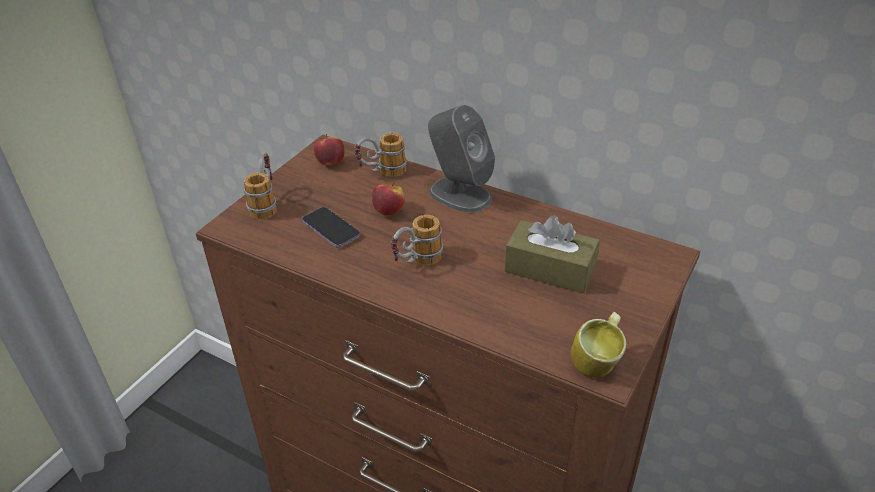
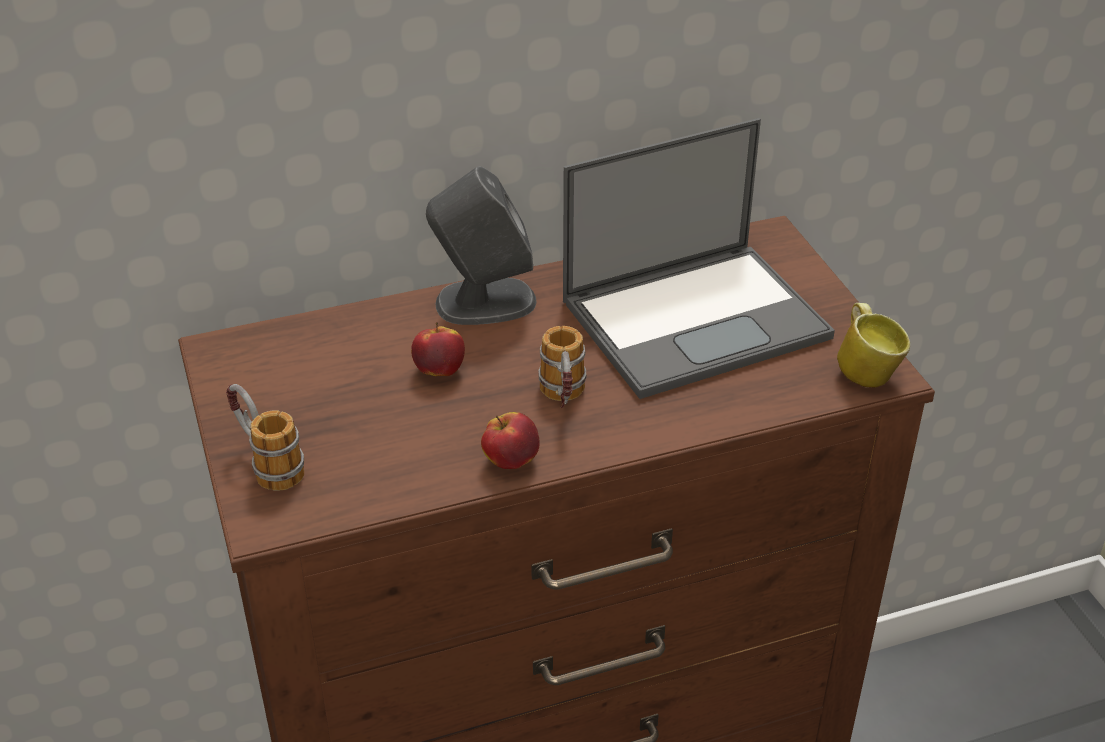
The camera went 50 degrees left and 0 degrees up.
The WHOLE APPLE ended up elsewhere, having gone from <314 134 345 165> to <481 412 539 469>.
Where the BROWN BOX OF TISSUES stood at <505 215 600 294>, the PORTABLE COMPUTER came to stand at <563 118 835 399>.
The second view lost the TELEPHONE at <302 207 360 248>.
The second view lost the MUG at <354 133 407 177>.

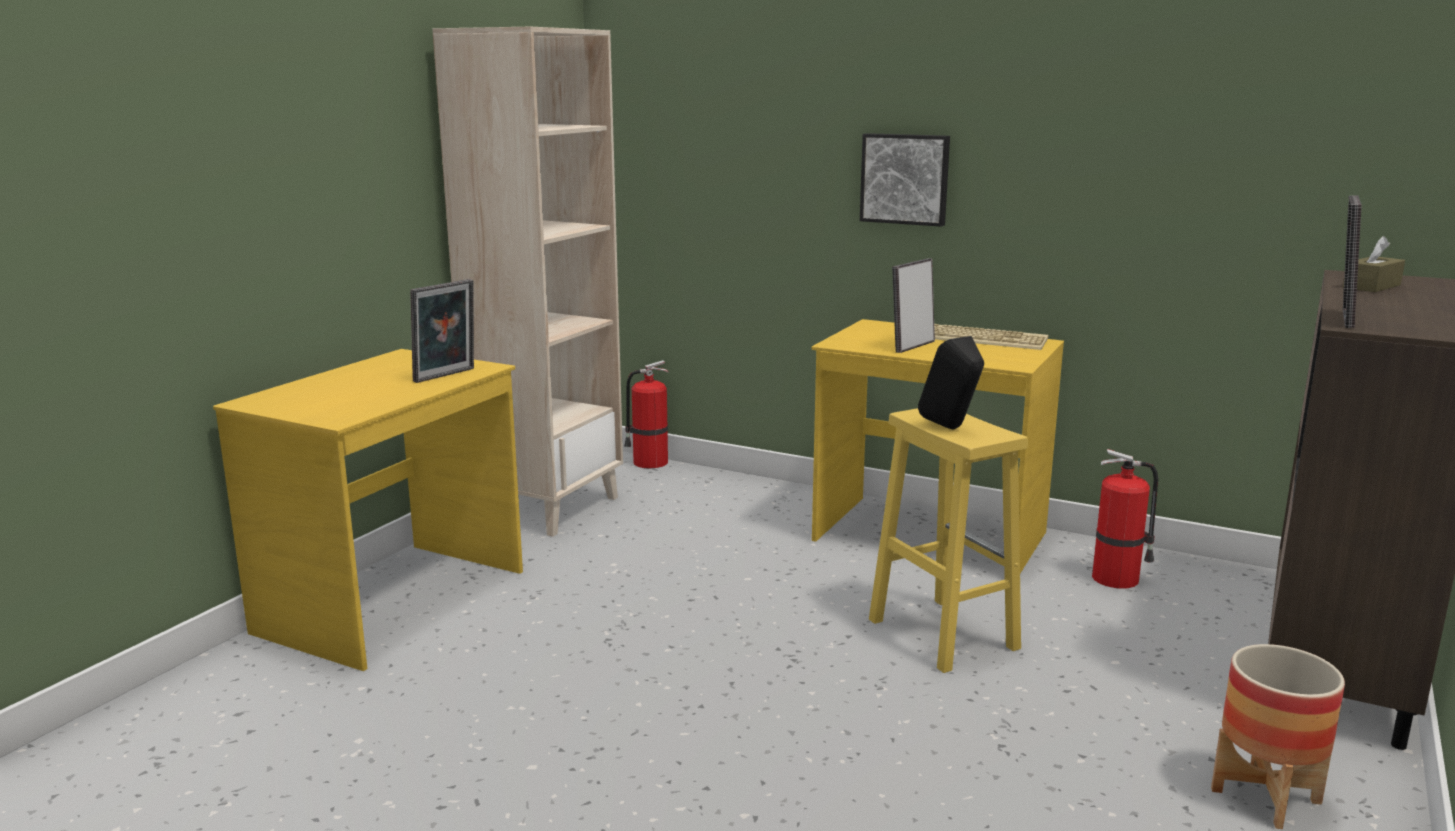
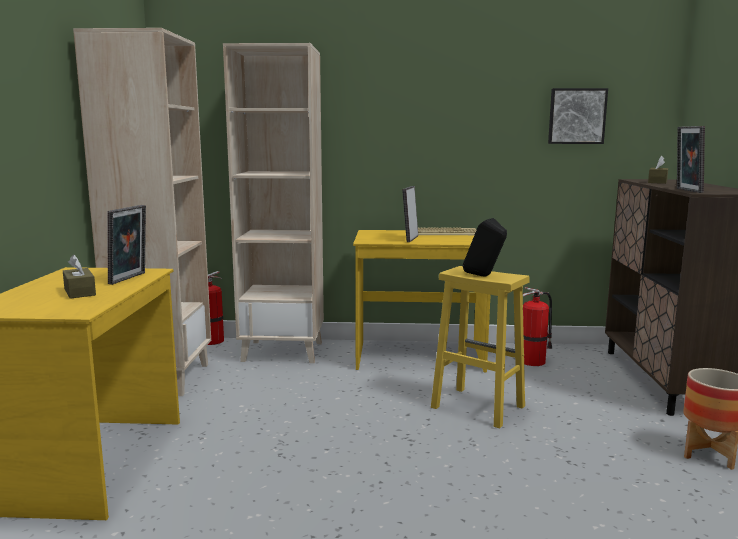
The camera went 25 degrees left and 5 degrees down.
The second view gained the BROWN BOX OF TISSUES at <63 255 96 299>.
The second view gained the BEIGE-COLOURED BOOKSHELF at <223 43 324 363>.
The WALL PICTURE ended up elsewhere, having gone from <860 133 950 227> to <548 88 608 144>.

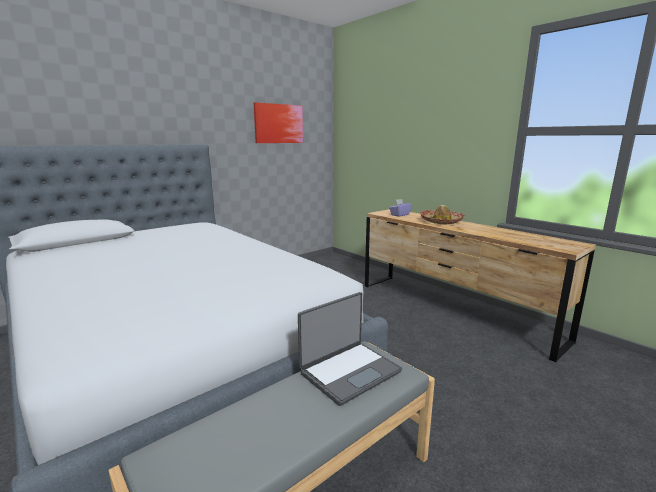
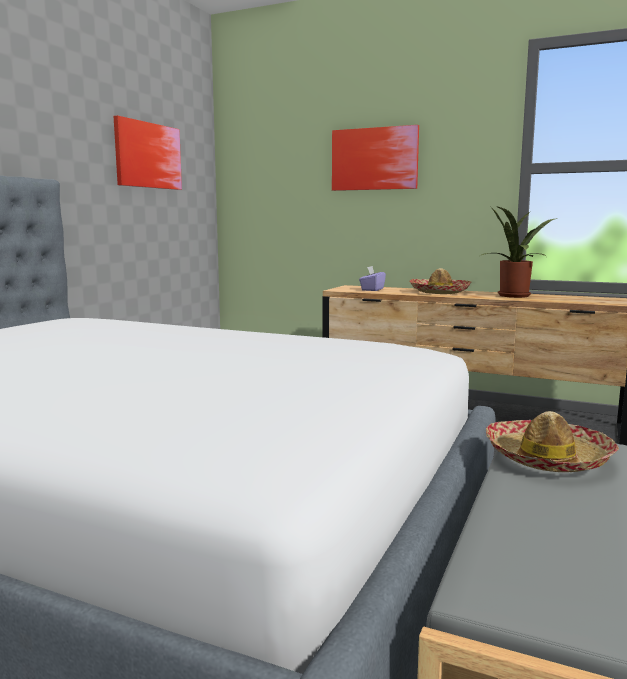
The camera went 25 degrees left and 5 degrees down.
The second view gained the WALL PICTURE at <332 125 419 191>.
The second view gained the HOUSEPLANT at <482 206 558 298>.
Where the PORTABLE COMPUTER stood at <298 292 402 406>, the WEARABLE HAT came to stand at <486 411 619 472>.

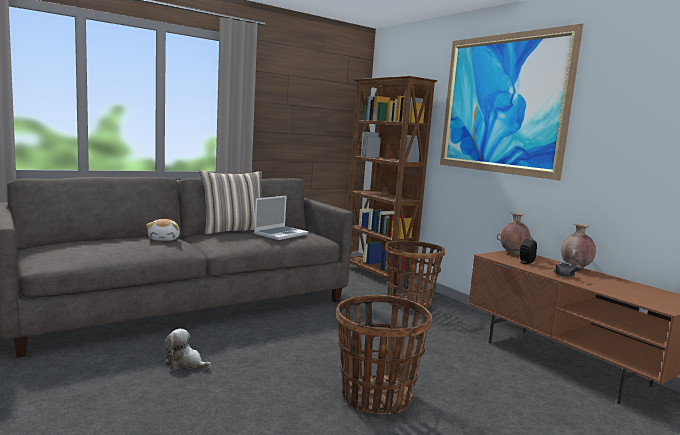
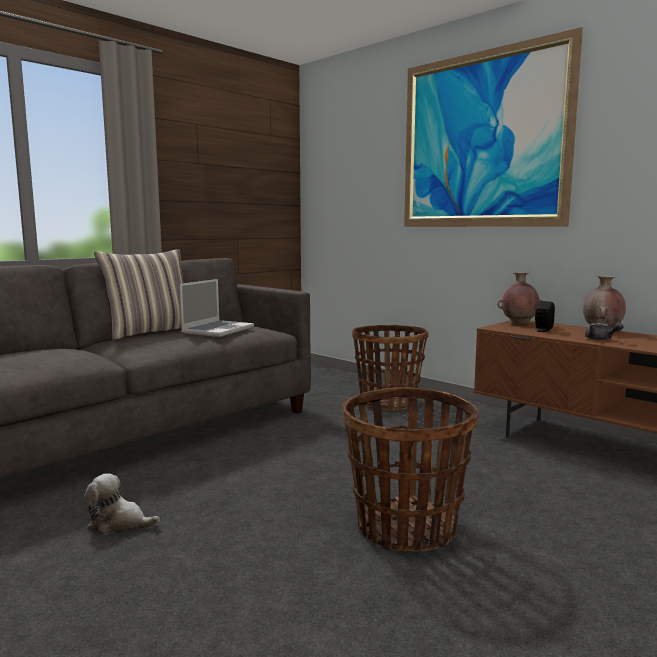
The camera went 10 degrees left and 0 degrees up.
The second view lost the SOFT TOY at <146 219 180 241>.
The second view lost the BROWN BOOKSHELF at <348 76 437 284>.

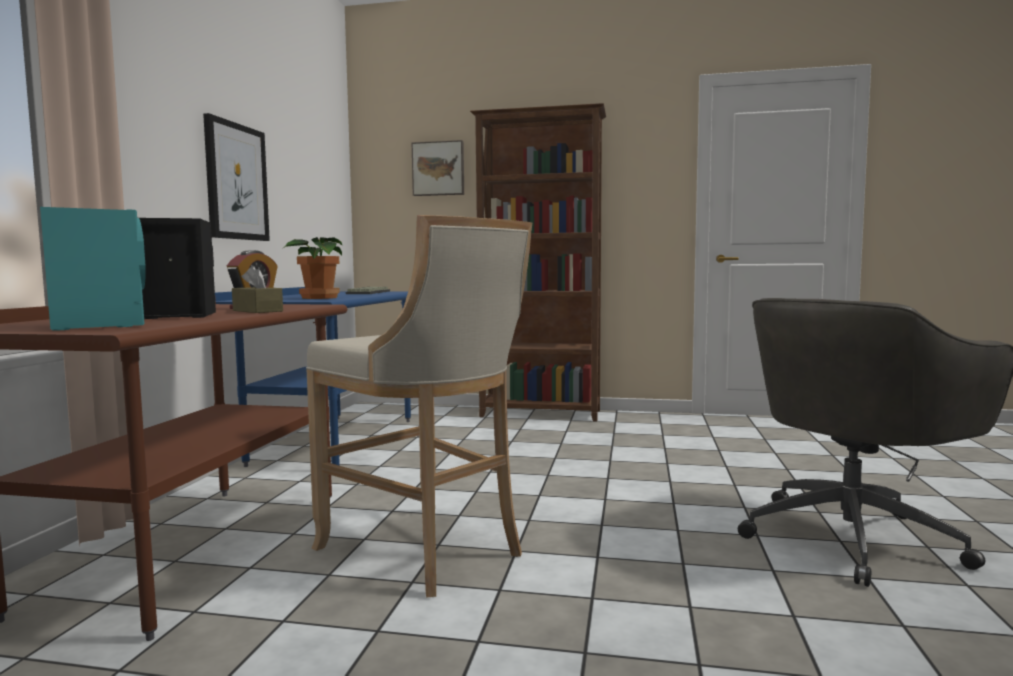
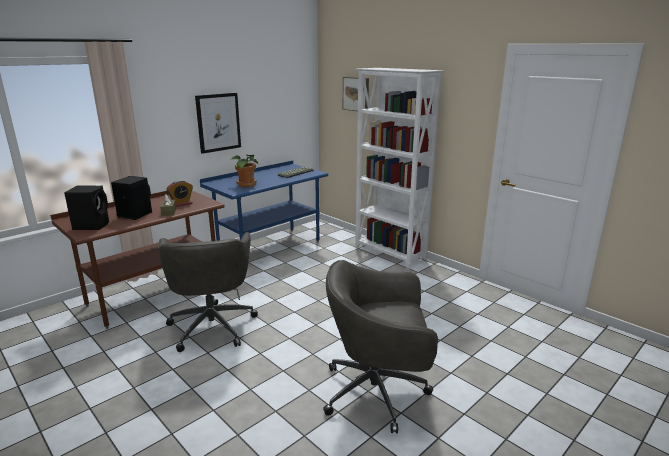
The camera went 35 degrees right and 15 degrees up.
What was the TURQUOISE LOUDSPEAKER at <40 207 146 331> turned into the BLACK LOUDSPEAKER at <64 185 109 230>.
Where the BEIGE-COLOURED STOOL stood at <306 215 532 598>, the GREY OFFICE CHAIR came to stand at <158 232 258 352>.
What was the BROWN BOOKSHELF at <470 103 606 422> turned into the WHITE-COLOURED BOOKSHELF at <355 68 444 269>.

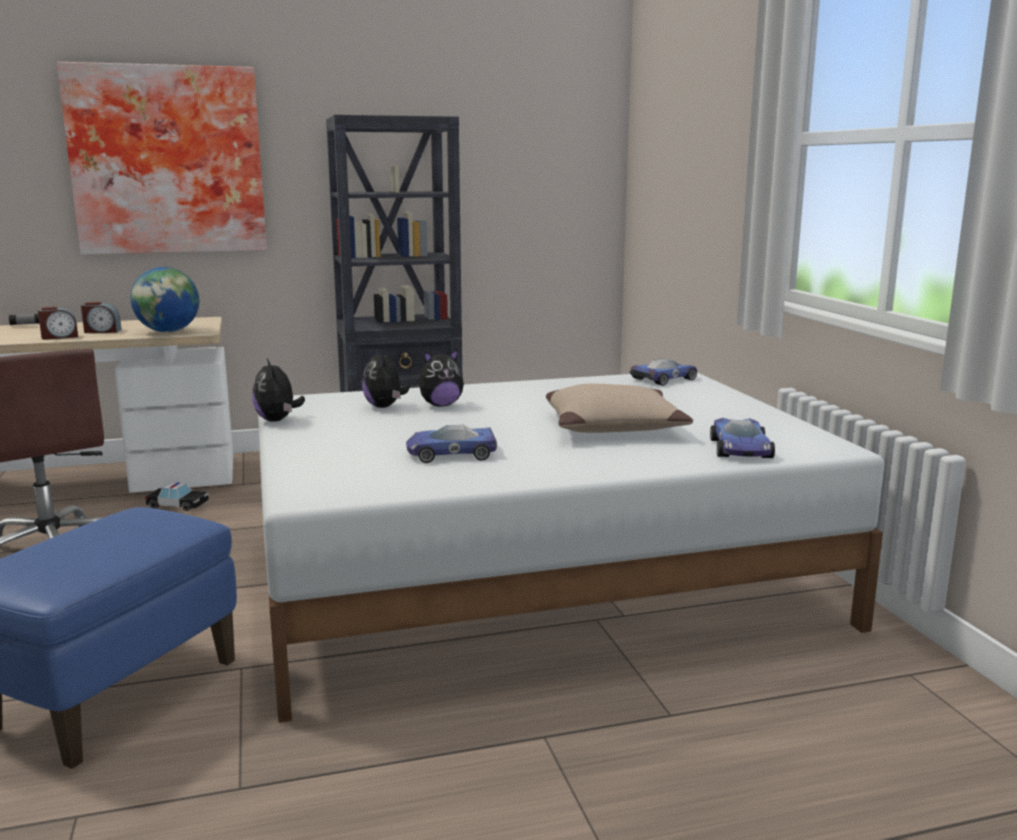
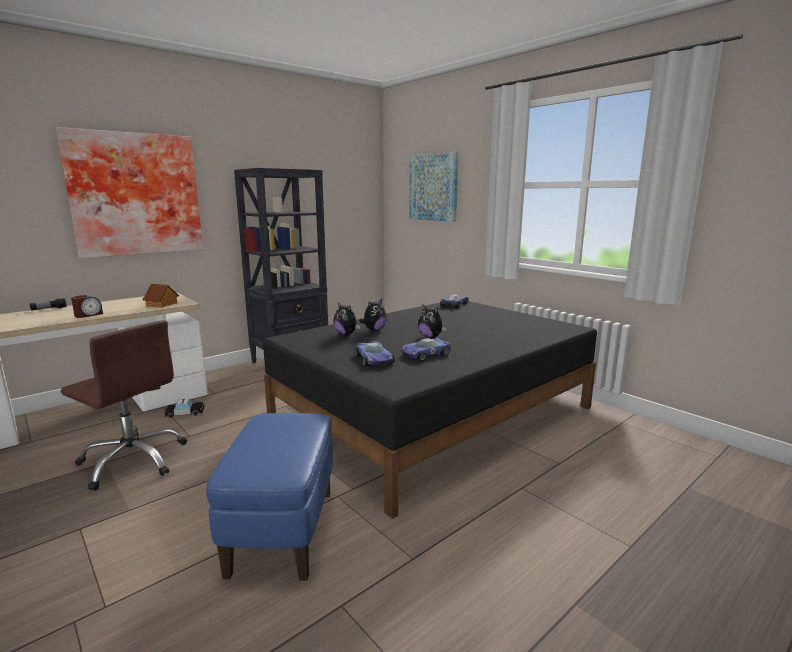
The camera went 25 degrees left and 0 degrees up.
Where the WORLD GLOBE stood at <131 267 199 332>, the MINIATURE HOUSE came to stand at <143 284 179 308>.
What was the WHITE-COLOURED SLEEPING BED at <258 372 884 723> turned into the BLACK SLEEPING BED at <263 301 597 519>.
The TOY CAR ended up elsewhere, having gone from <710 418 775 458> to <355 341 395 366>.
The second view gained the WALL PICTURE at <409 152 458 222>.
The SOFT TOY ended up elsewhere, having gone from <252 359 305 422> to <418 305 447 338>.
The second view lost the TABLE CLOCK at <81 302 121 333>.
The second view lost the BEIGE-COLOURED PILLOW at <546 384 693 433>.

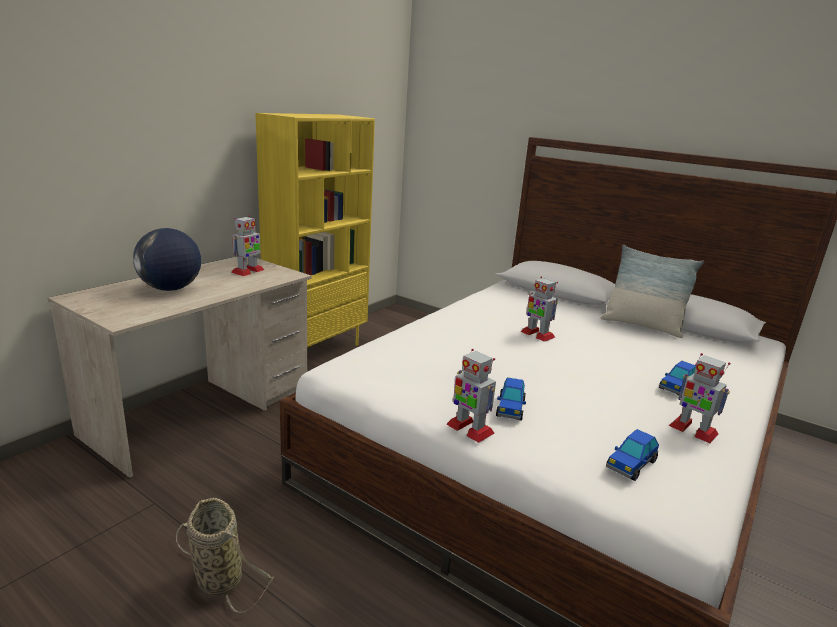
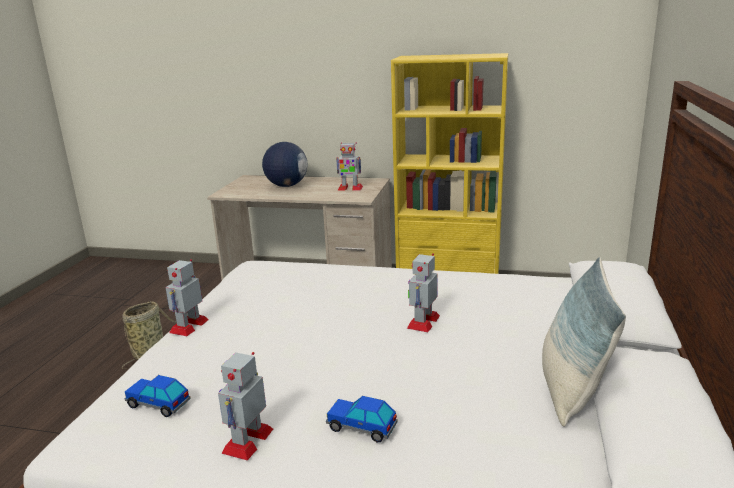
The camera went 70 degrees right and 0 degrees up.
The second view lost the TOY CAR at <496 377 526 421>.

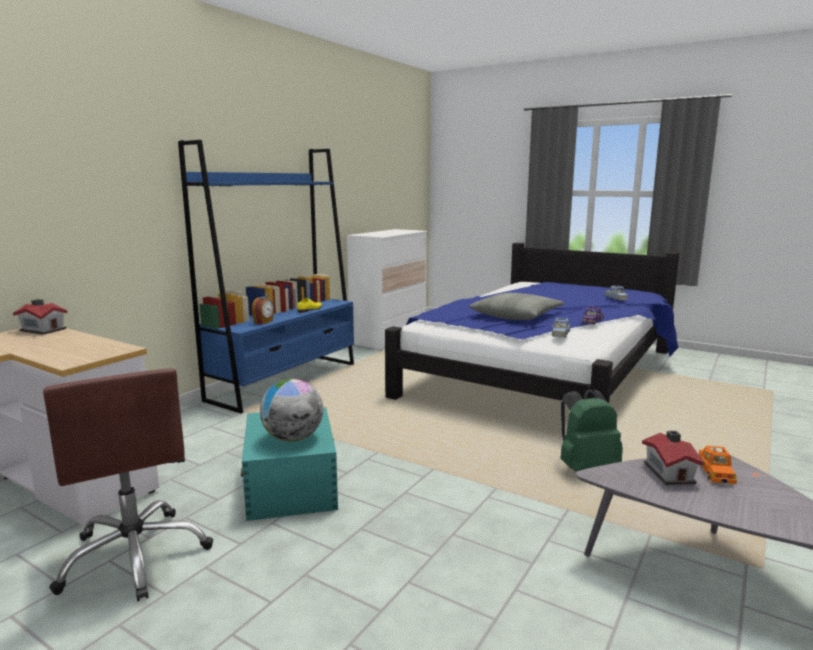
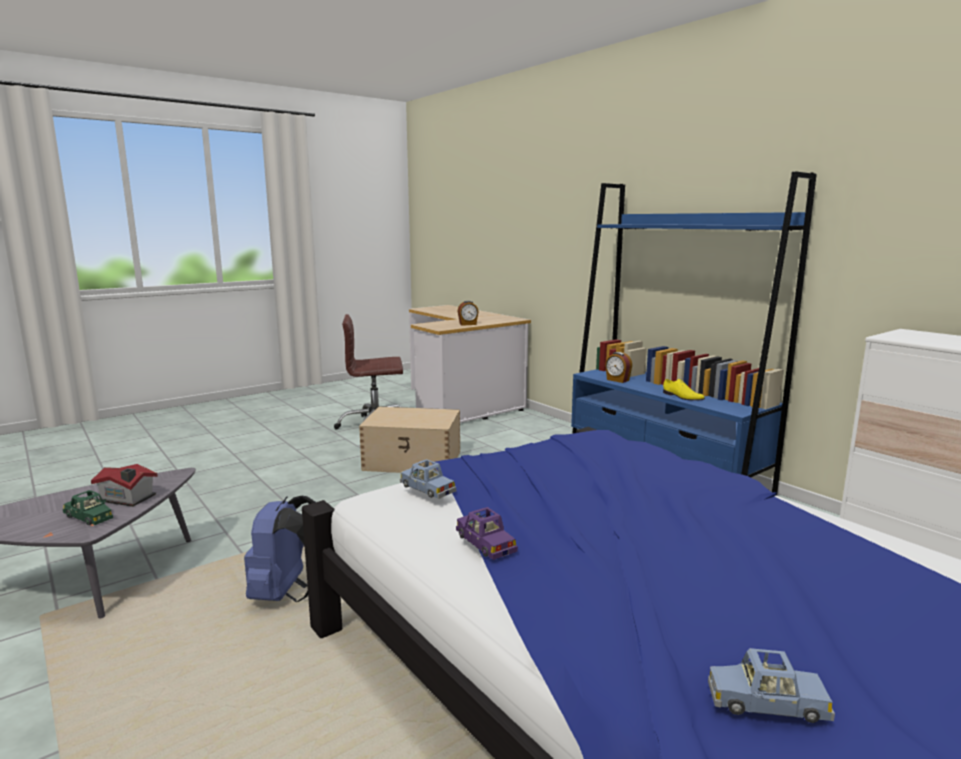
The camera went 110 degrees right and 0 degrees up.
What was the ORANGE TOY CAR at <698 446 737 484> turned into the GREEN-COLOURED TOY CAR at <63 490 113 525>.
What was the GREEN-COLOURED KNAPSACK at <560 389 623 472> turned into the BLUISH KNAPSACK at <244 496 315 602>.
What was the TURQUOISE STORAGE CONTAINER at <241 407 338 521> turned into the BEIGE-COLOURED STORAGE CONTAINER at <359 407 460 473>.
The second view gained the TABLE CLOCK at <458 301 479 326>.
The second view lost the MINIATURE HOUSE at <13 299 68 334>.
The second view lost the WORLD GLOBE at <260 379 323 442>.
The second view lost the GREY PILLOW at <469 293 564 320>.

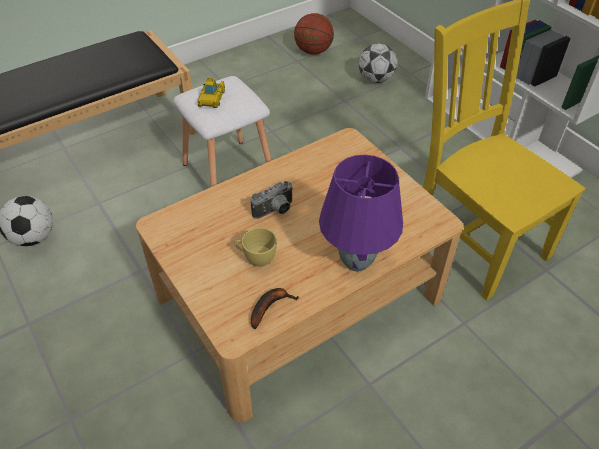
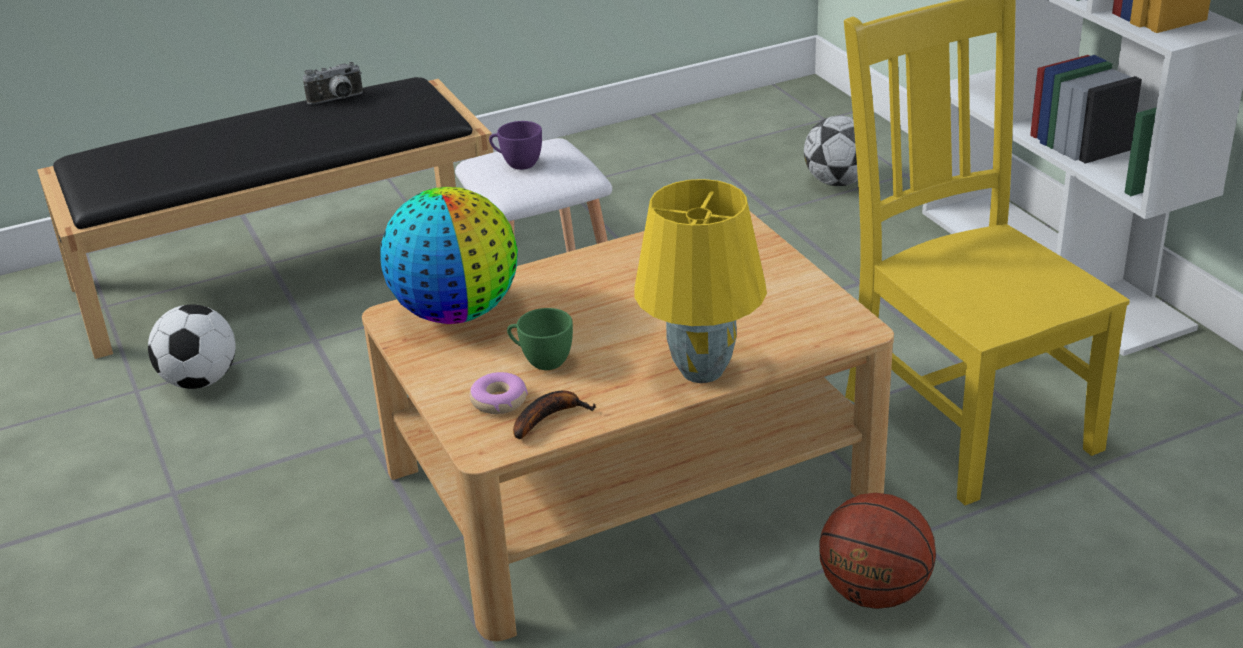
The camera went 10 degrees right and 15 degrees down.
The PHOTO CAMERA ended up elsewhere, having gone from <251 181 293 219> to <303 62 363 104>.
The second view gained the WORLD GLOBE at <381 187 518 324>.
The second view gained the RING DOUGHNUT at <470 372 528 414>.
Where the TOY CAR stood at <198 78 225 108>, the PURPLISH DRINKING CUP came to stand at <489 121 542 170>.
What was the YELLOW-COLOURED DRINKING CUP at <234 227 277 267> turned into the GREEN-COLOURED DRINKING CUP at <507 308 573 370>.
What was the PURPLISH LAMP FOR A TABLE at <319 155 403 272> turned into the YELLOW-COLOURED LAMP FOR A TABLE at <635 179 767 383>.
The BASKETBALL BALL ended up elsewhere, having gone from <294 13 334 55> to <819 493 936 609>.

